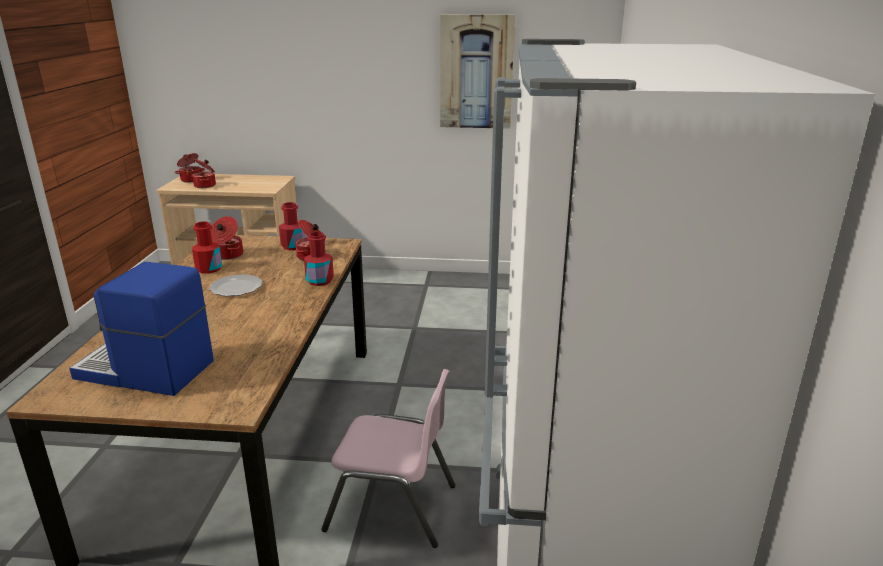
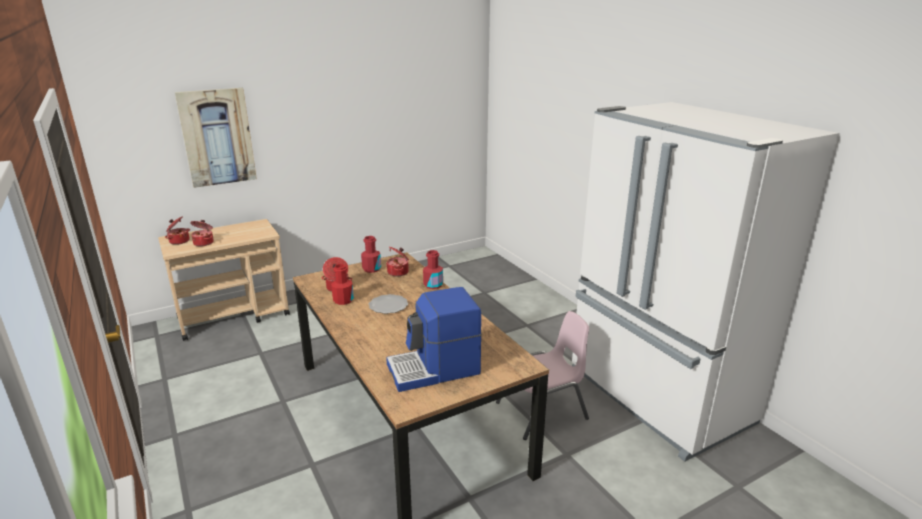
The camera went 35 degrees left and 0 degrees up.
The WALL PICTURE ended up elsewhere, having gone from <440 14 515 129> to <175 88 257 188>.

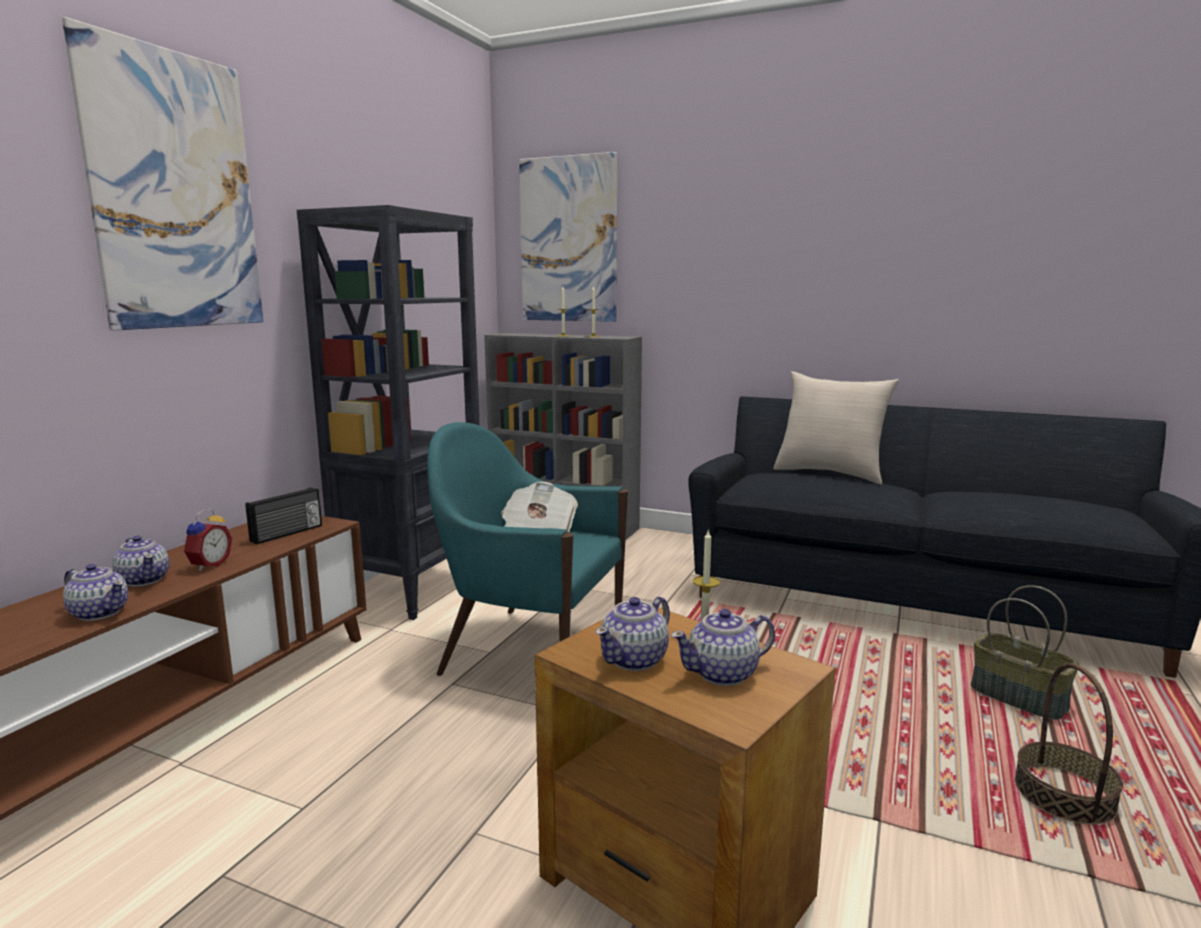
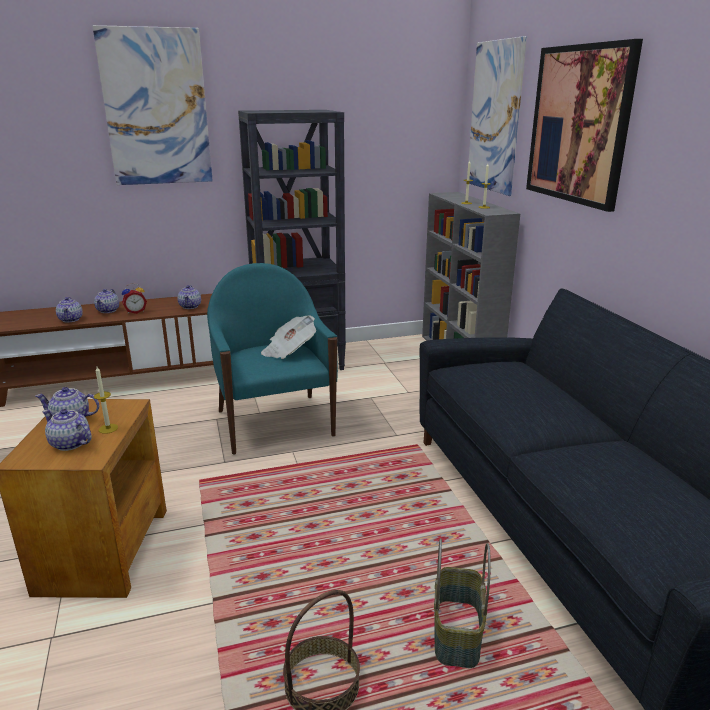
The camera went 50 degrees right and 10 degrees up.
Where the RADIO SET stood at <245 487 322 544>, the TEAPOT came to stand at <178 285 201 309>.
The second view gained the WALL PICTURE at <526 39 643 212>.
The second view lost the BEIGE-COLOURED PILLOW at <773 371 899 485>.

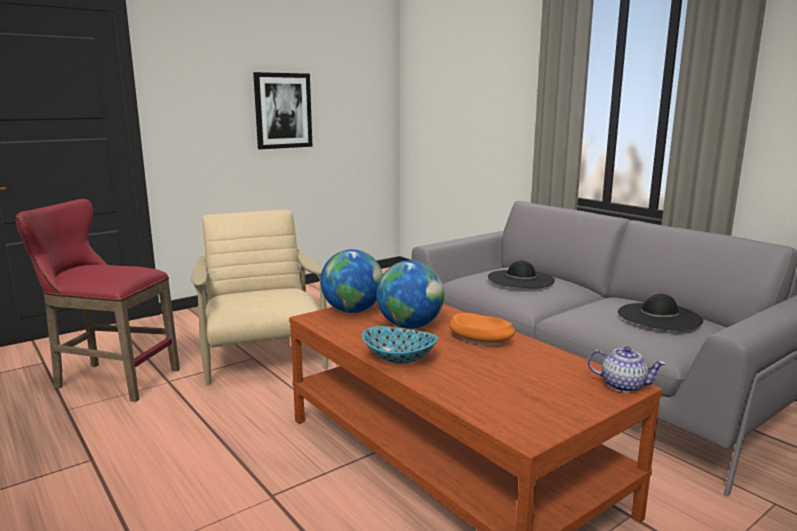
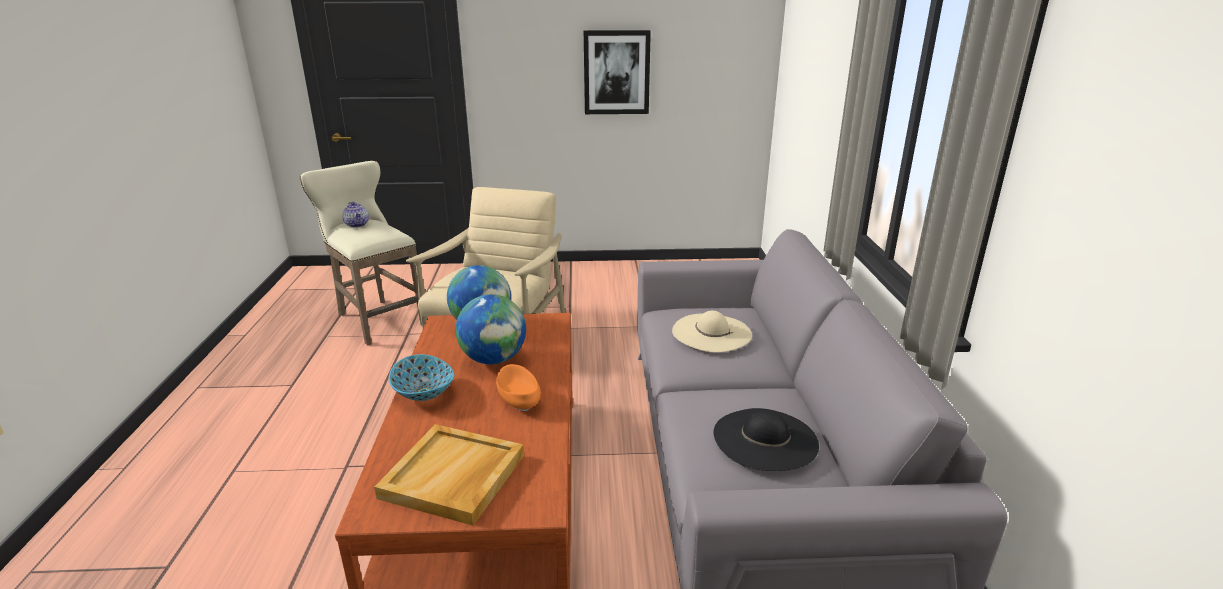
The camera went 35 degrees right and 10 degrees up.
What was the REDDISH STOOL at <16 199 180 402> turned into the BEIGE-COLOURED STOOL at <300 161 422 346>.
The TEAPOT ended up elsewhere, having gone from <588 346 666 393> to <342 202 369 228>.
The second view gained the BEIGE-COLOURED SERVING TRAY at <374 424 524 526>.
What was the BLACK WEARABLE HAT at <488 260 555 288> turned into the BEIGE-COLOURED WEARABLE HAT at <672 311 752 352>.

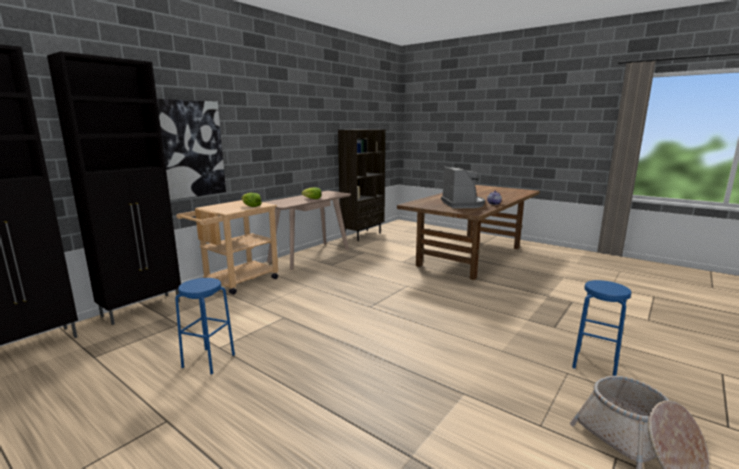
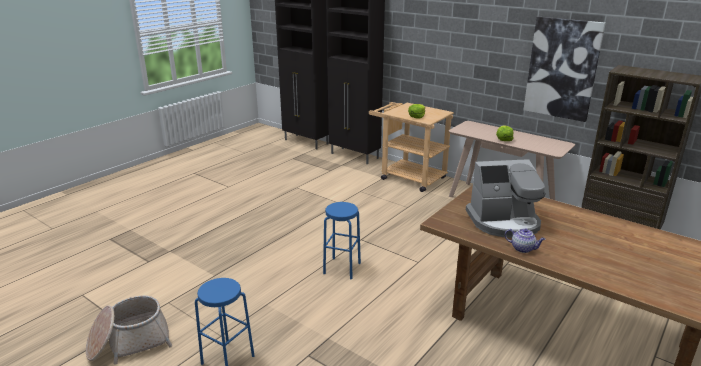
The camera went 90 degrees right and 10 degrees up.
The BLUISH STOOL ended up elsewhere, having gone from <175 278 235 374> to <323 202 361 279>.
The WALL PICTURE ended up elsewhere, having gone from <157 99 226 200> to <523 17 606 122>.

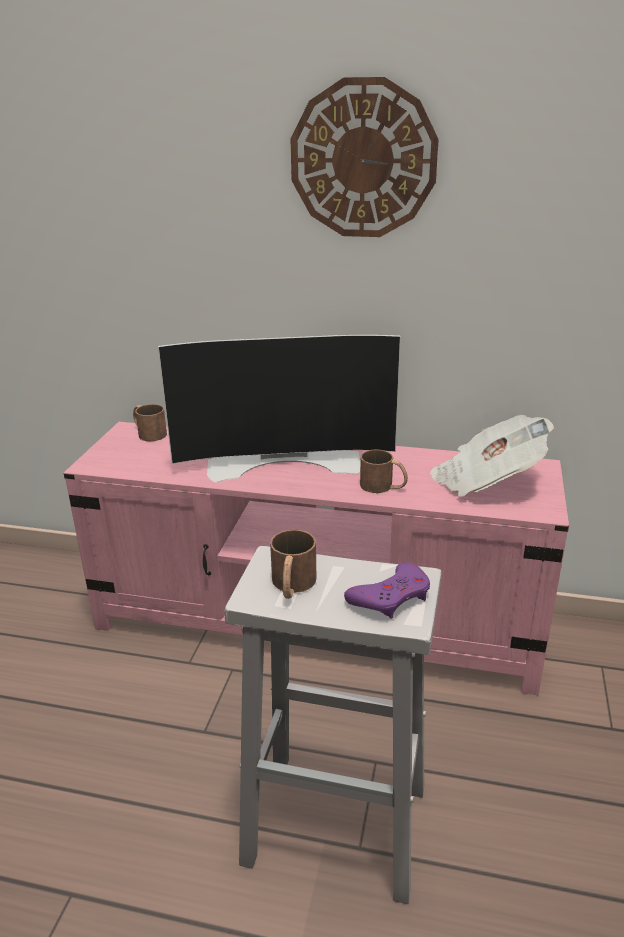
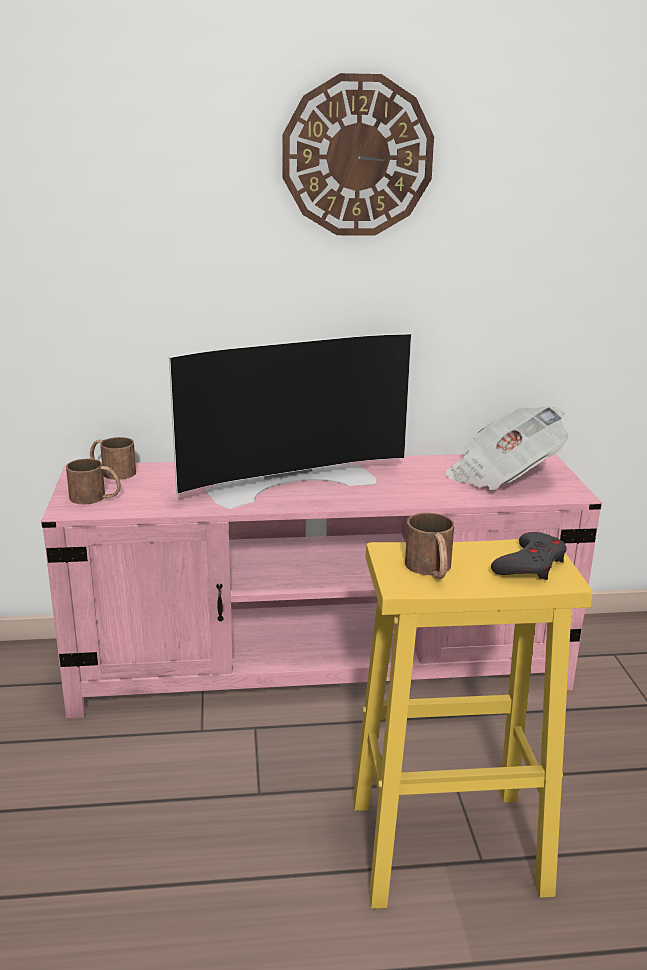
The camera went 20 degrees left and 5 degrees down.
The BROWN MUG ended up elsewhere, having gone from <360 450 408 493> to <66 459 121 505>.
What was the WHITE-COLOURED STOOL at <225 546 441 904> turned into the YELLOW-COLOURED STOOL at <353 539 592 909>.
What was the PURPLISH GAME CONTROLLER at <344 562 430 619> turned into the GREY GAME CONTROLLER at <491 532 567 580>.

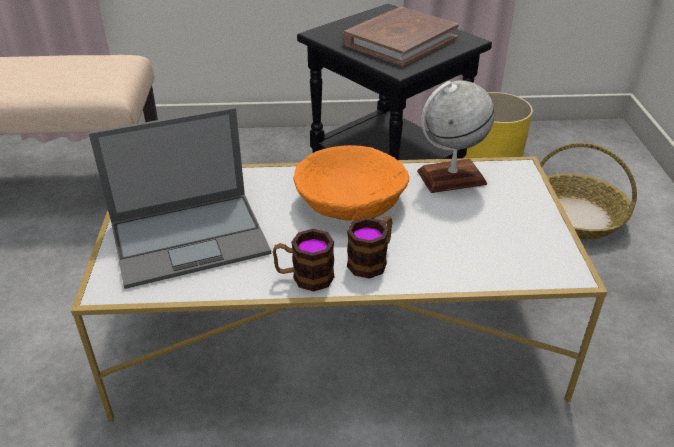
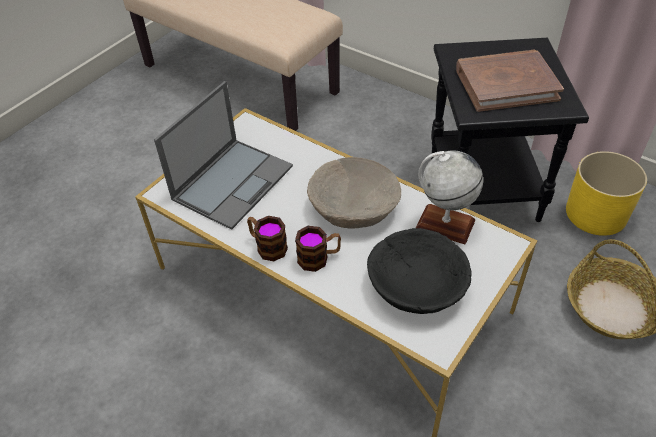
The camera went 40 degrees right and 10 degrees up.
The PORTABLE COMPUTER at <88 107 271 289> ended up facing another way, 75 degrees counterclockwise from before.
What was the ORANGE BOWL at <293 145 409 221> turned into the BEIGE-COLOURED BOWL at <307 157 401 229>.
The second view gained the BLACK BOWL at <367 228 472 314>.

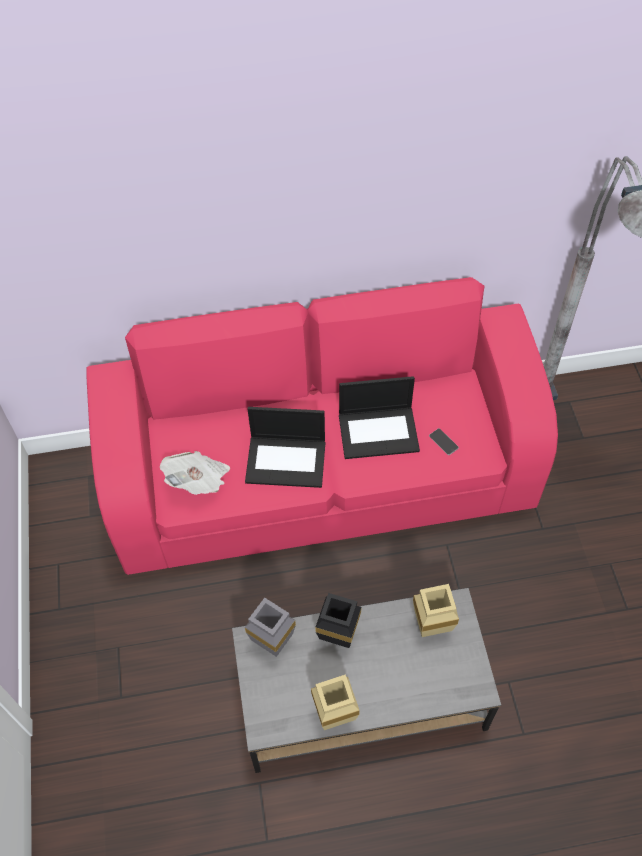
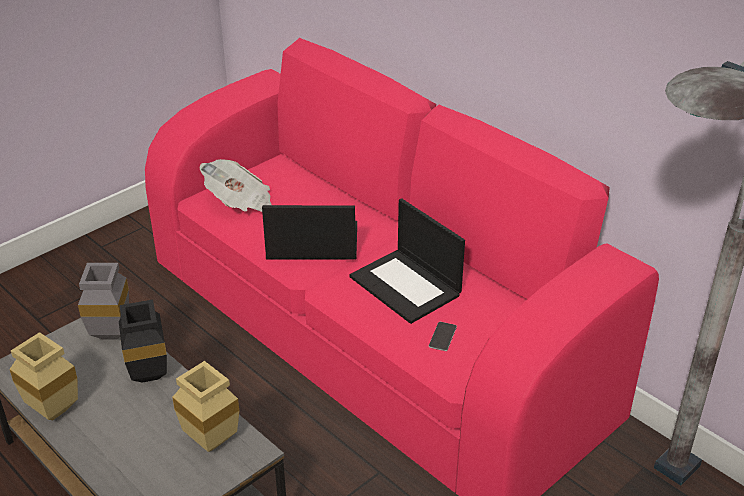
The camera went 55 degrees right and 20 degrees down.
The PORTABLE COMPUTER at <245 407 325 488> ended up facing another way, 120 degrees clockwise from before.

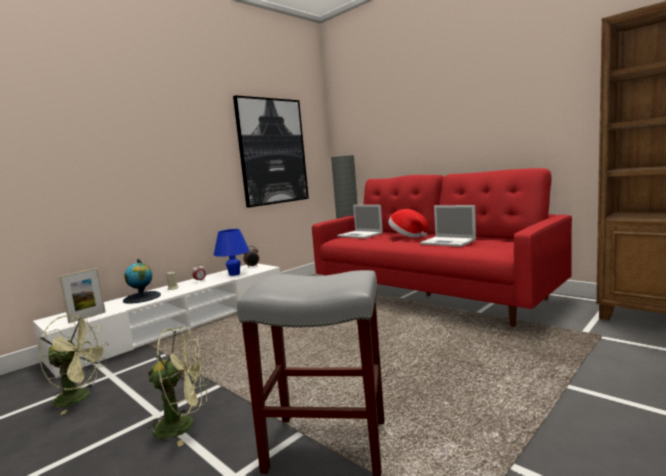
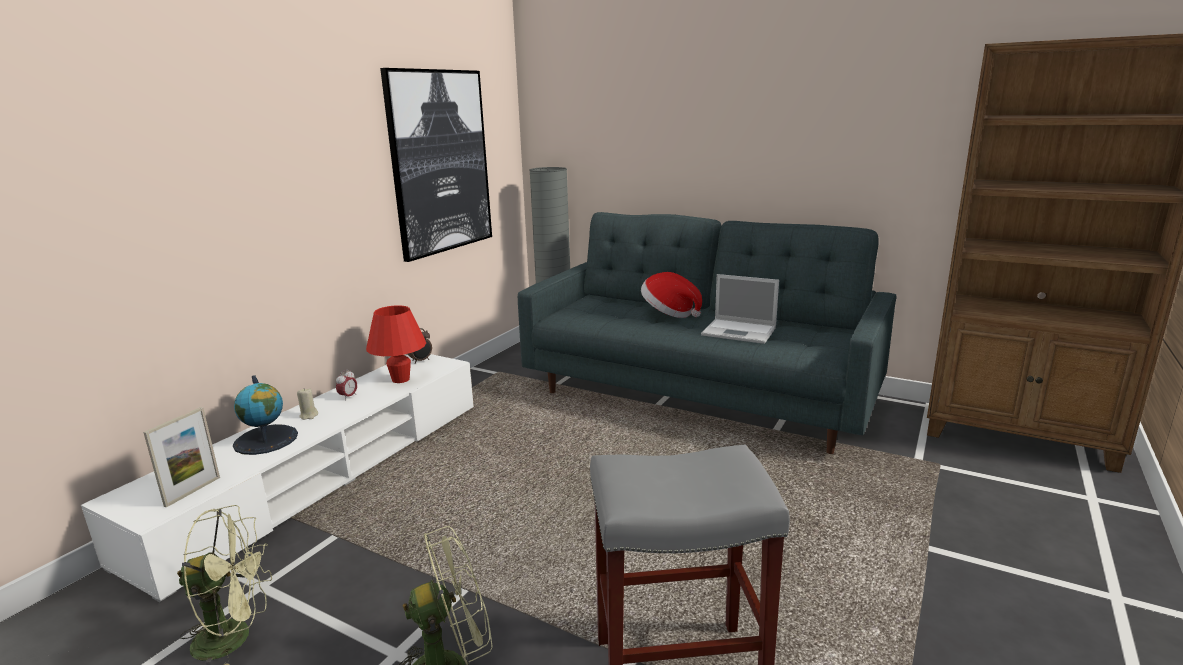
The camera went 15 degrees left and 10 degrees up.
What was the BLUISH LAMP FOR A TABLE at <214 229 250 276> turned into the REDDISH LAMP FOR A TABLE at <366 305 426 383>.
What was the REDDISH SETTEE at <312 168 572 327> turned into the GREY SETTEE at <518 212 897 454>.
The second view lost the PORTABLE COMPUTER at <337 205 383 239>.

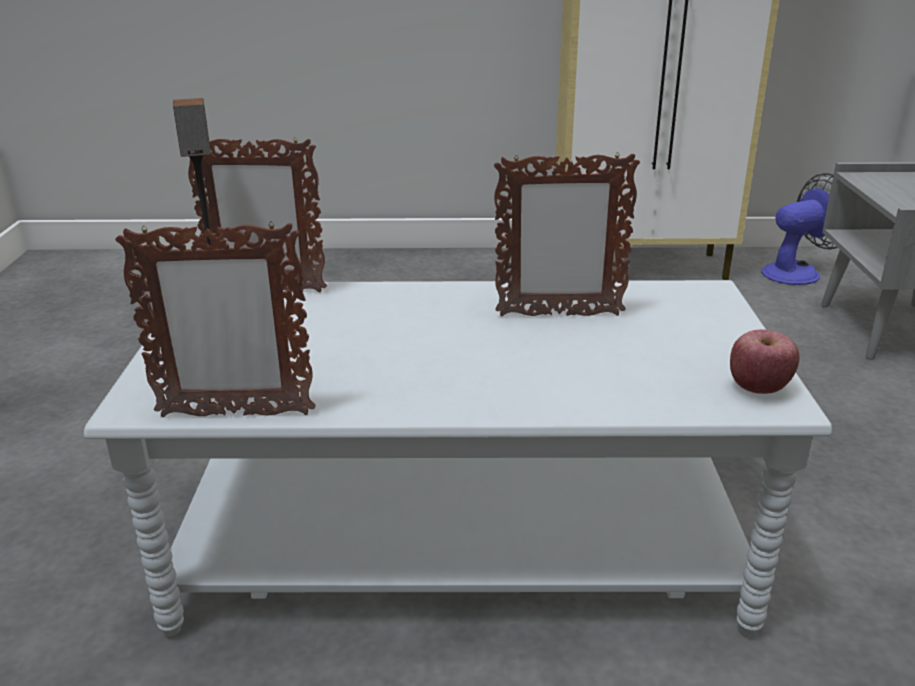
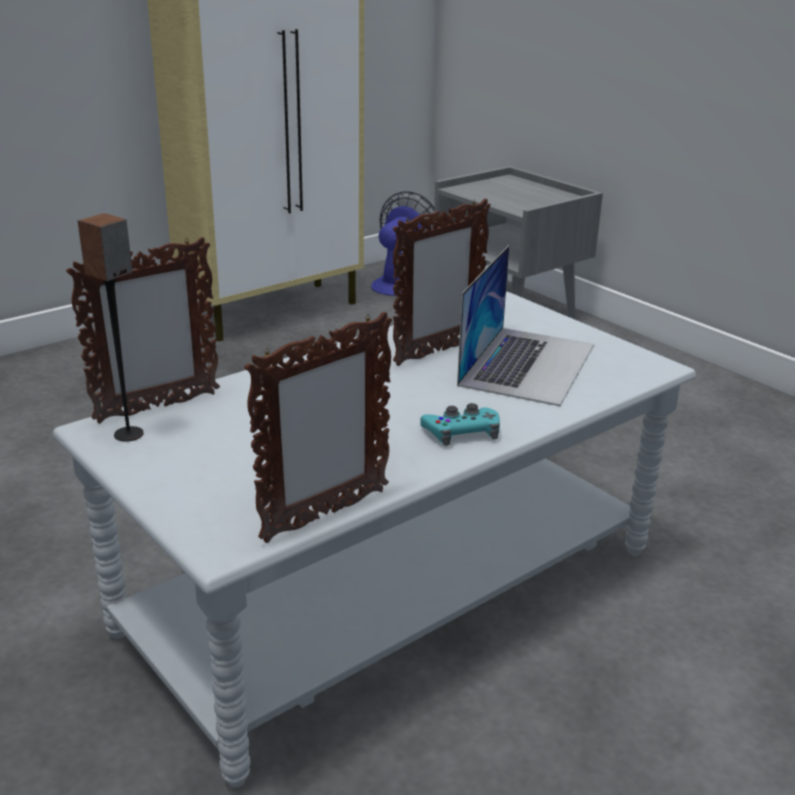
The camera went 40 degrees left and 0 degrees up.
The second view gained the TURQUOISE GAME CONTROLLER at <420 403 500 446>.
The second view gained the PORTABLE COMPUTER at <457 245 594 406>.
The second view lost the WHOLE APPLE at <730 330 799 394>.

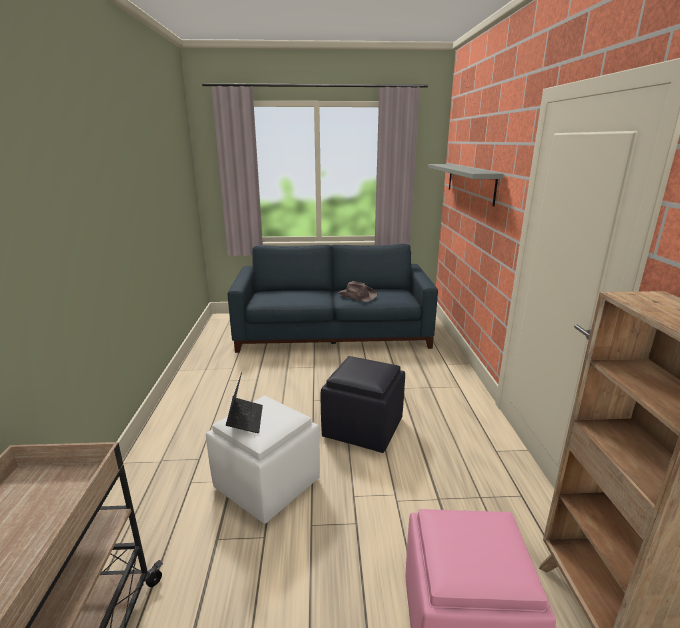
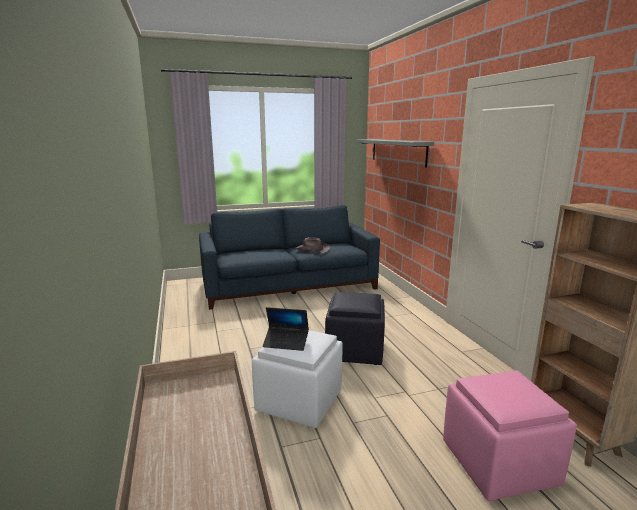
The camera went 15 degrees left and 5 degrees down.
The PORTABLE COMPUTER at <226 372 263 433> ended up facing another way, 120 degrees clockwise from before.

